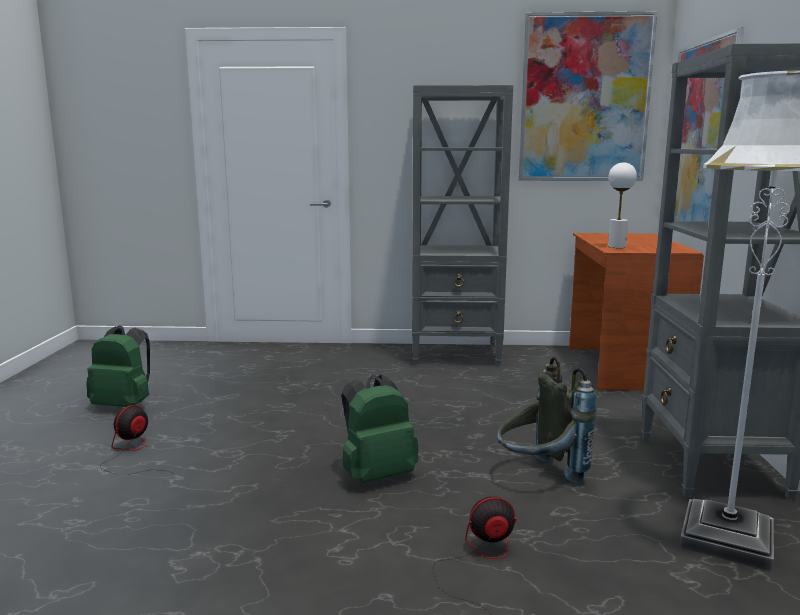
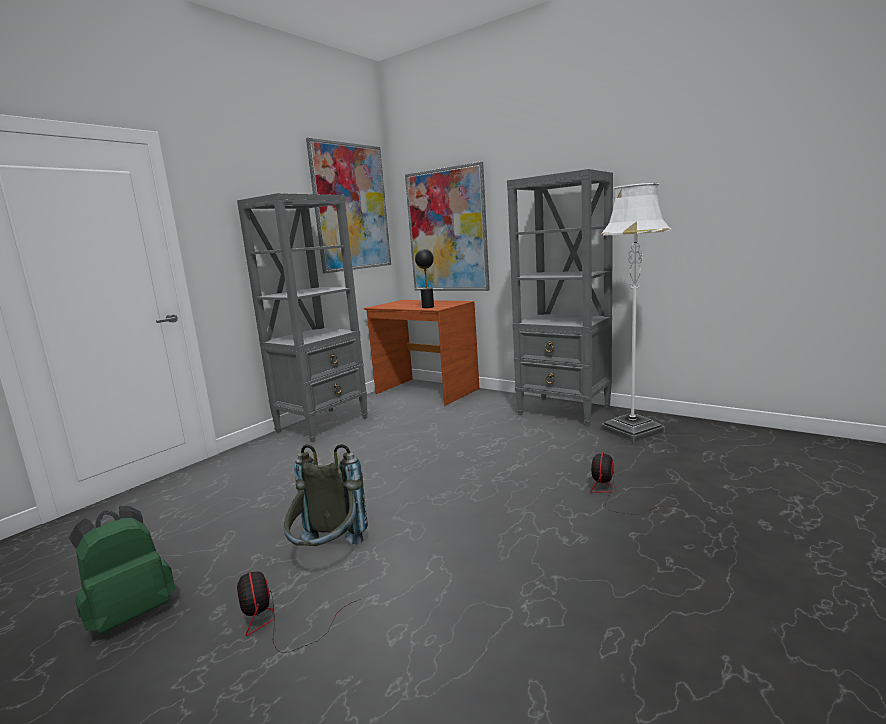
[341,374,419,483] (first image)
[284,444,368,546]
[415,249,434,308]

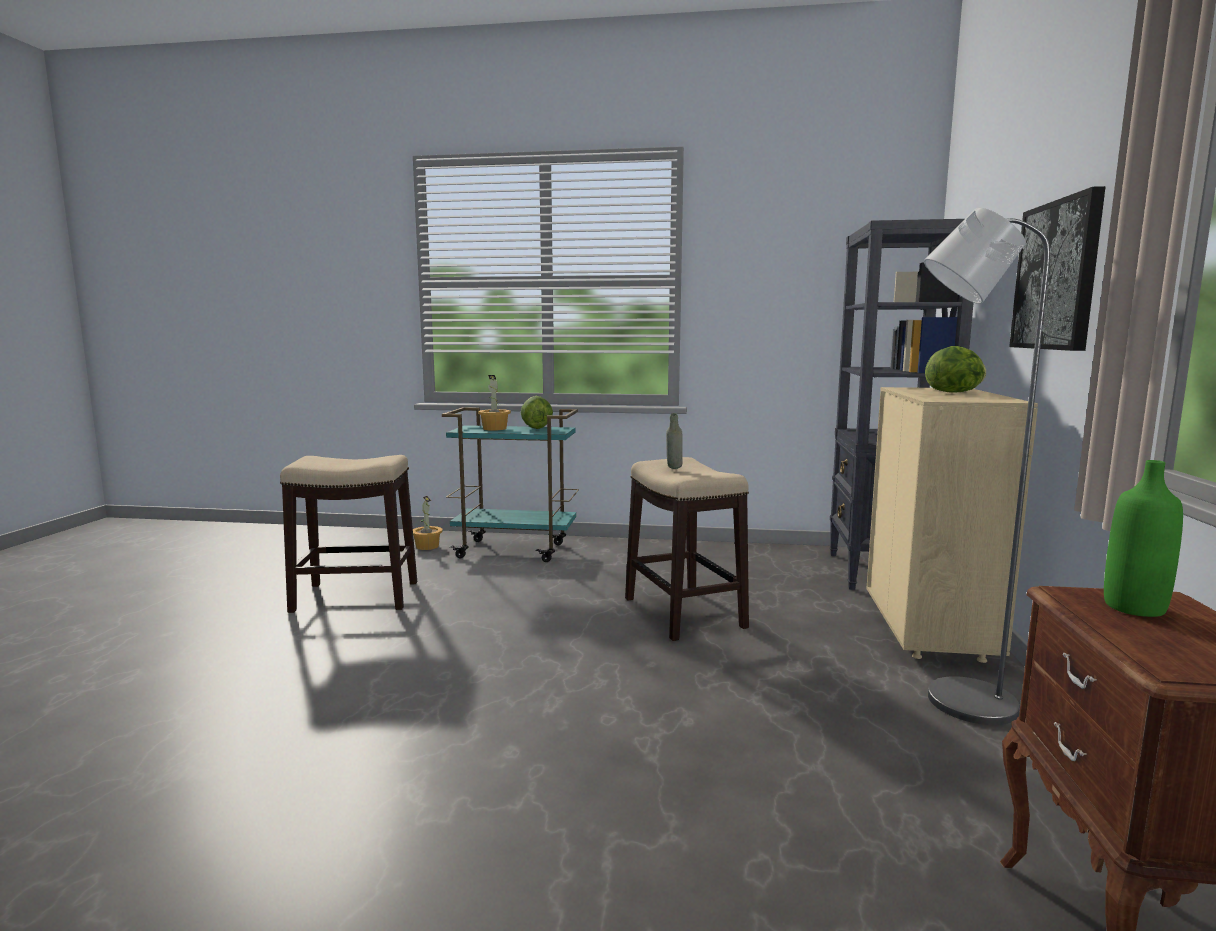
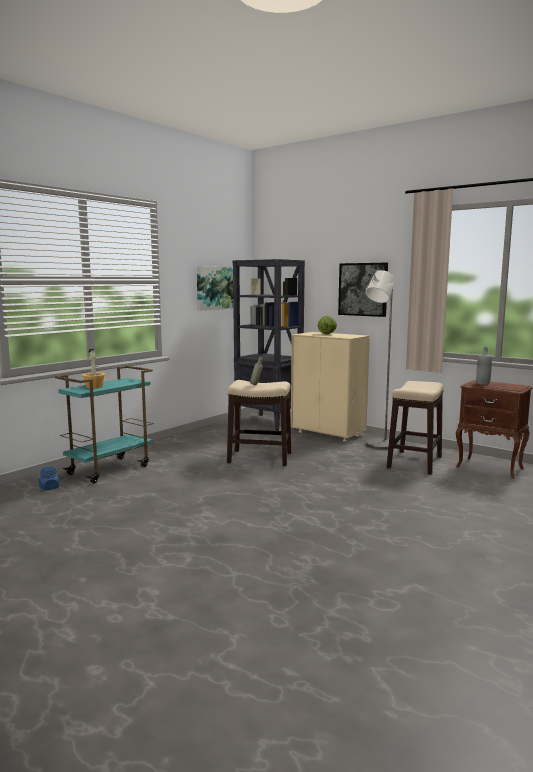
[521,396,553,429] (first image)
[197,266,233,310]
[387,381,443,475]
[39,467,60,491]
[476,347,492,385]

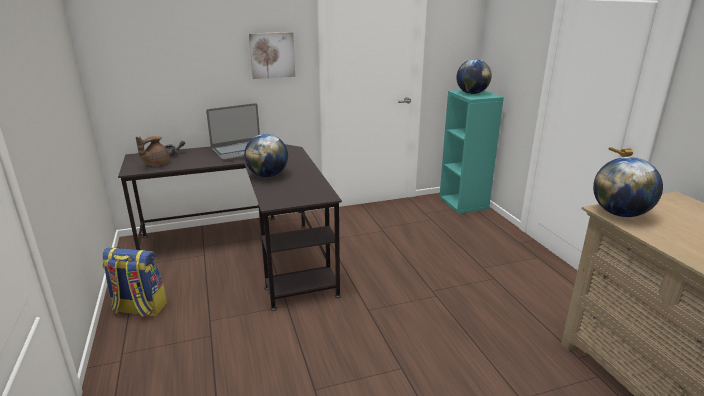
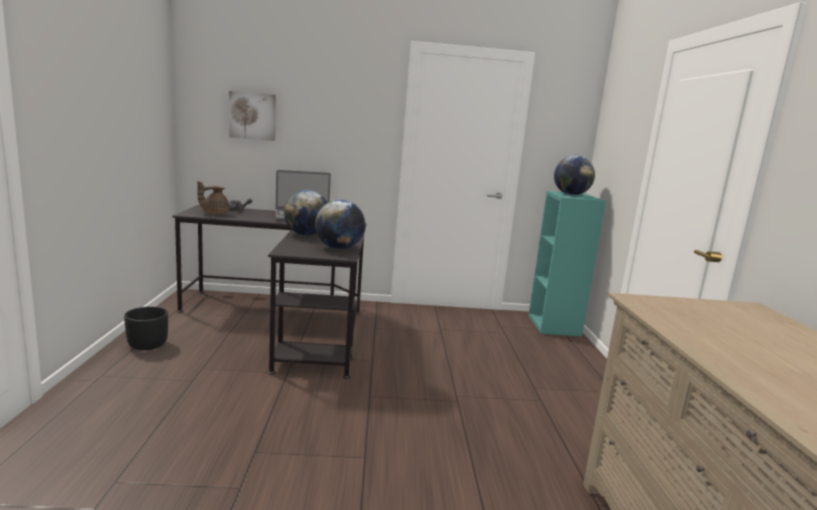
[229,91,276,141]
[315,199,365,249]
[124,306,168,350]

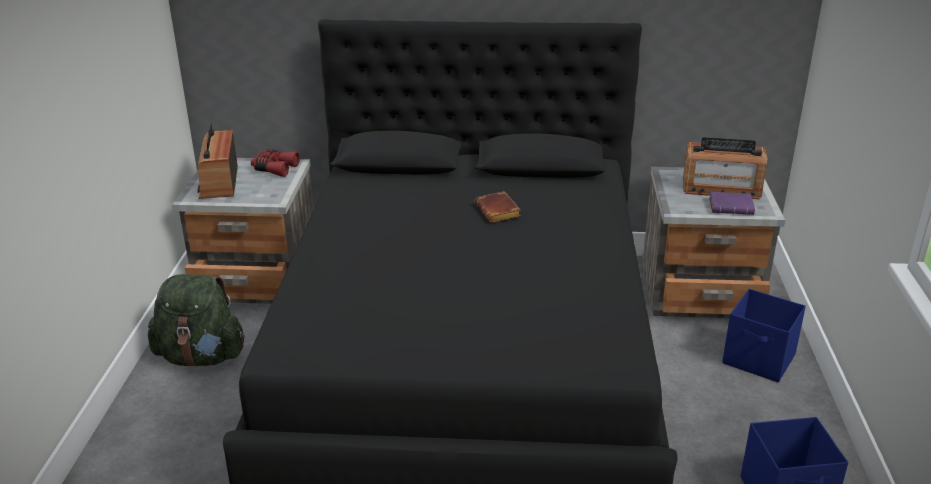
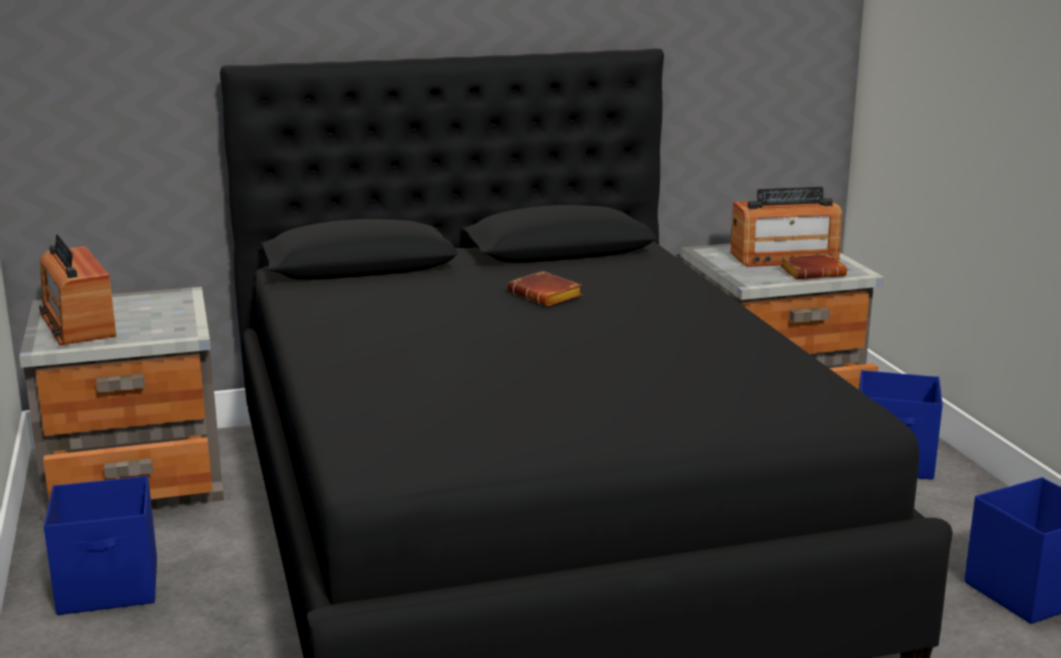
[251,149,300,177] (first image)
[44,476,157,615]
[780,254,847,279]

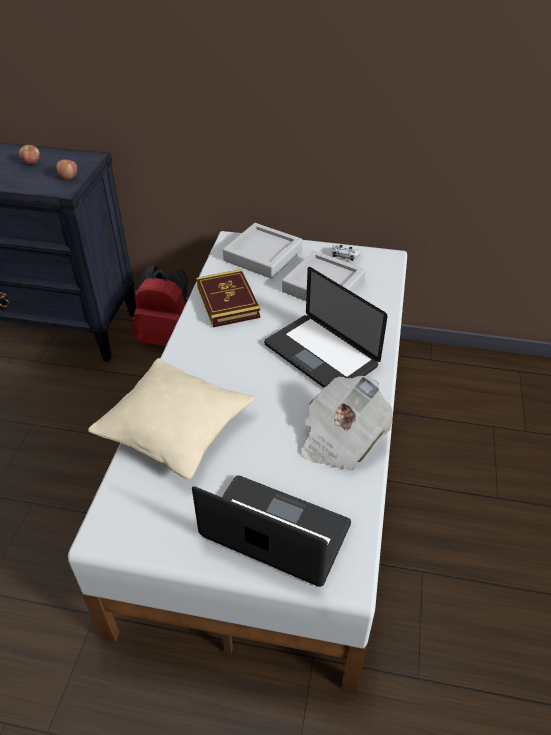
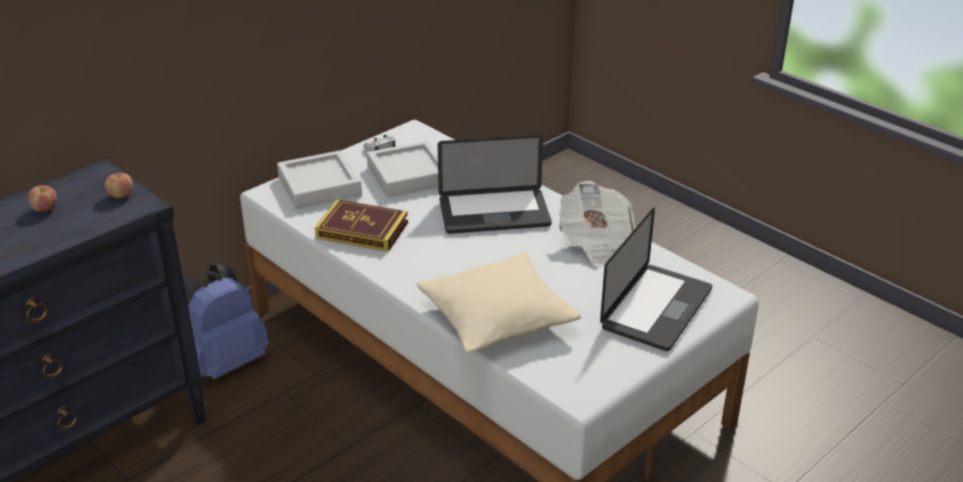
[183,264,268,379]
[600,207,712,351]

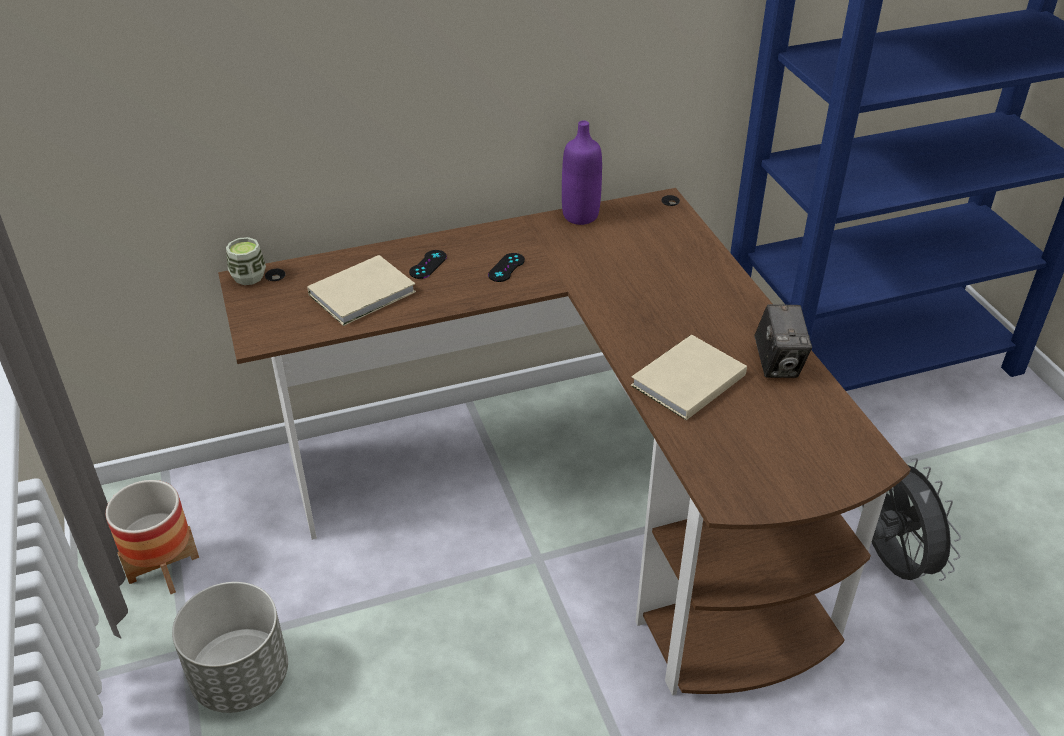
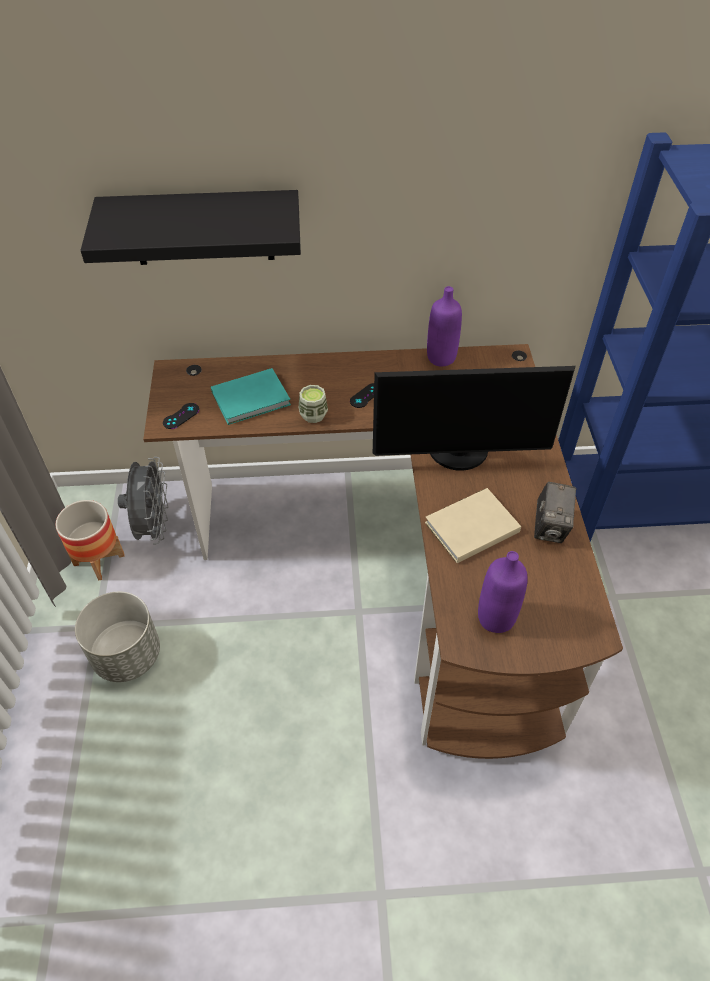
[80,190,301,265]
[373,366,576,471]
[478,551,528,633]
[299,385,328,423]
[163,403,199,429]
[118,457,169,544]
[211,368,291,425]

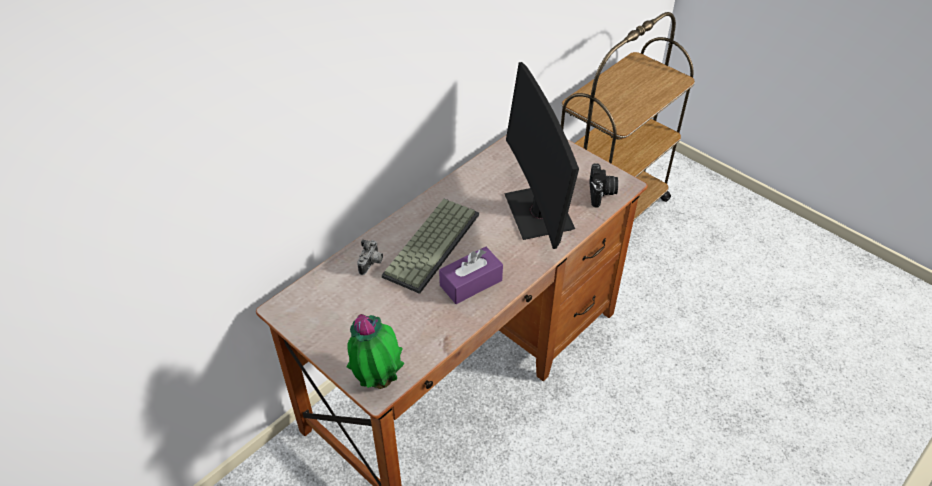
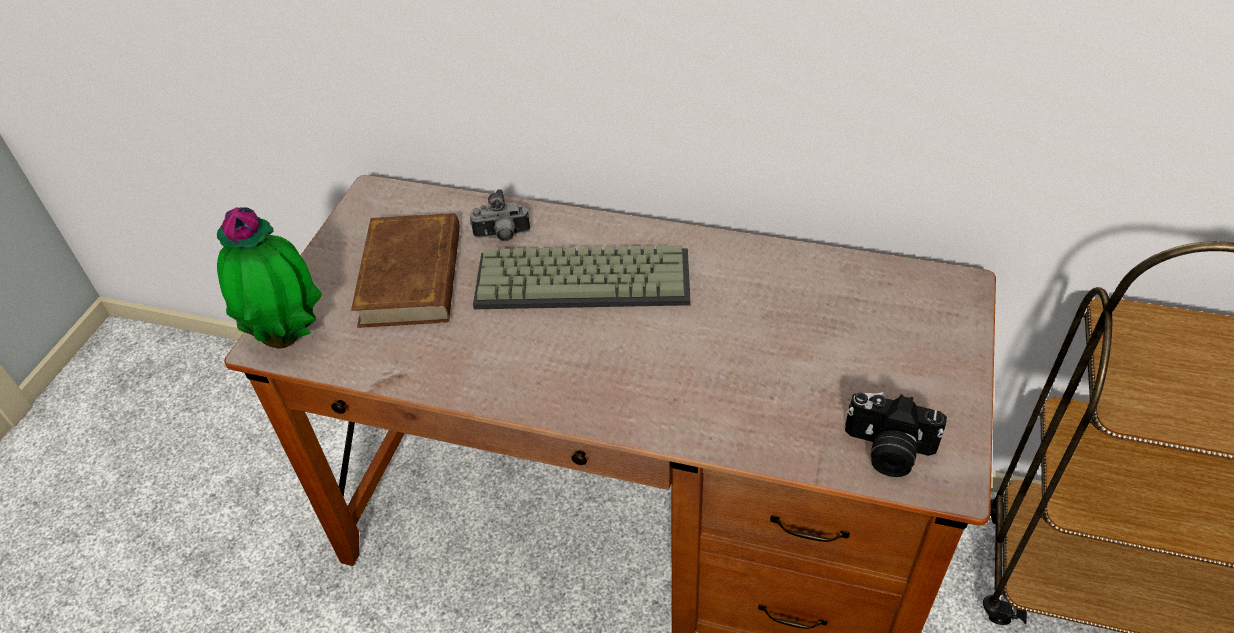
[439,247,503,304] (first image)
[504,62,579,249] (first image)
[351,213,460,328]
[845,392,947,477]

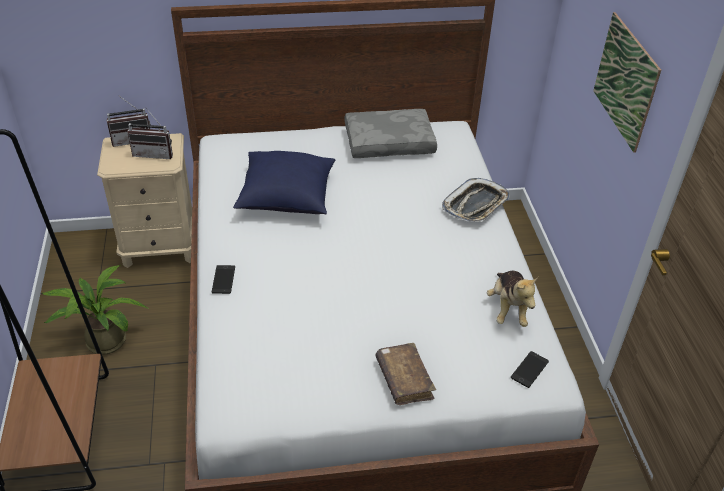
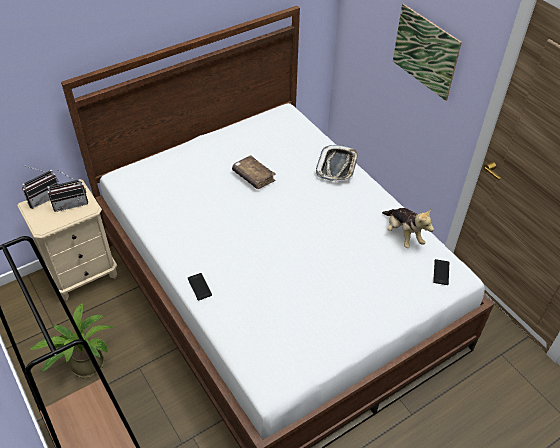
[233,151,336,214] (first image)
[344,109,437,158] (first image)
[232,155,276,189]

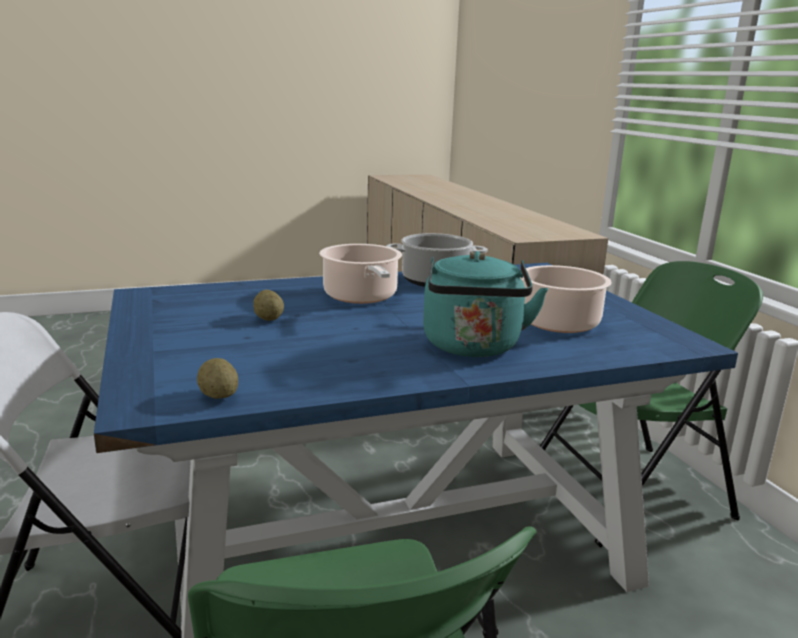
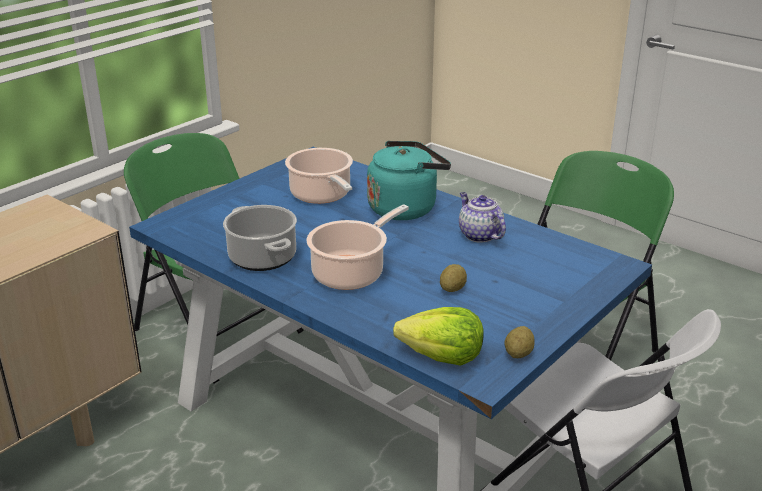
[393,307,484,366]
[459,192,506,242]
[504,326,535,358]

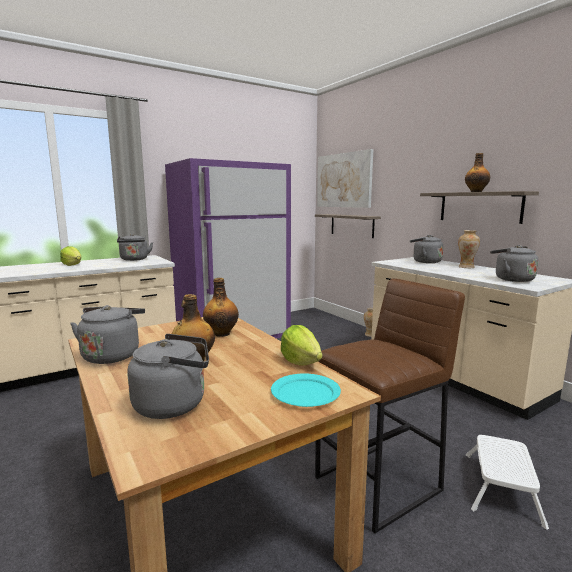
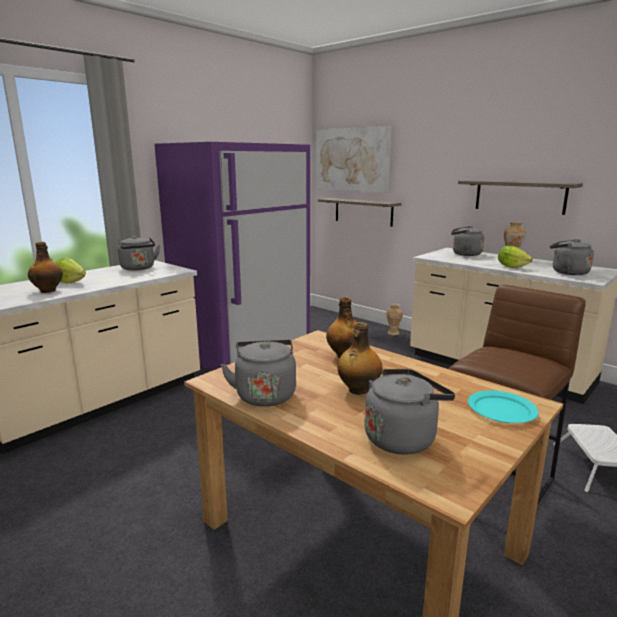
[498,246,533,268]
[28,242,63,293]

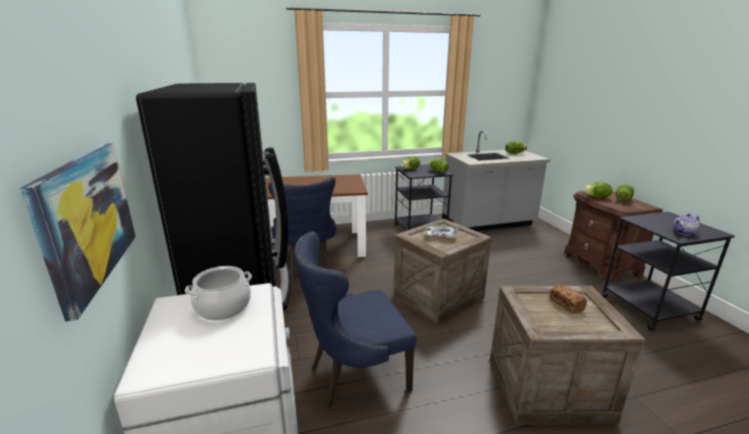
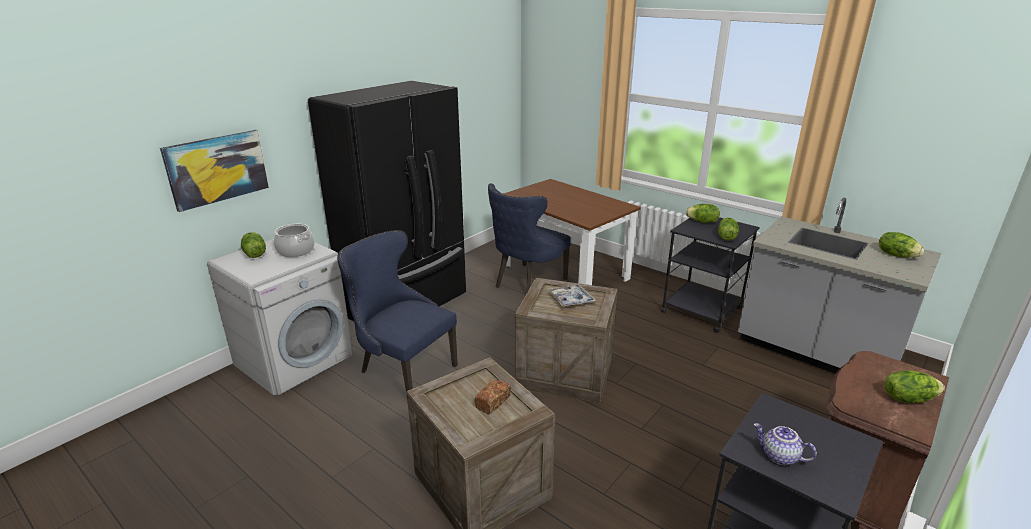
[241,232,266,258]

